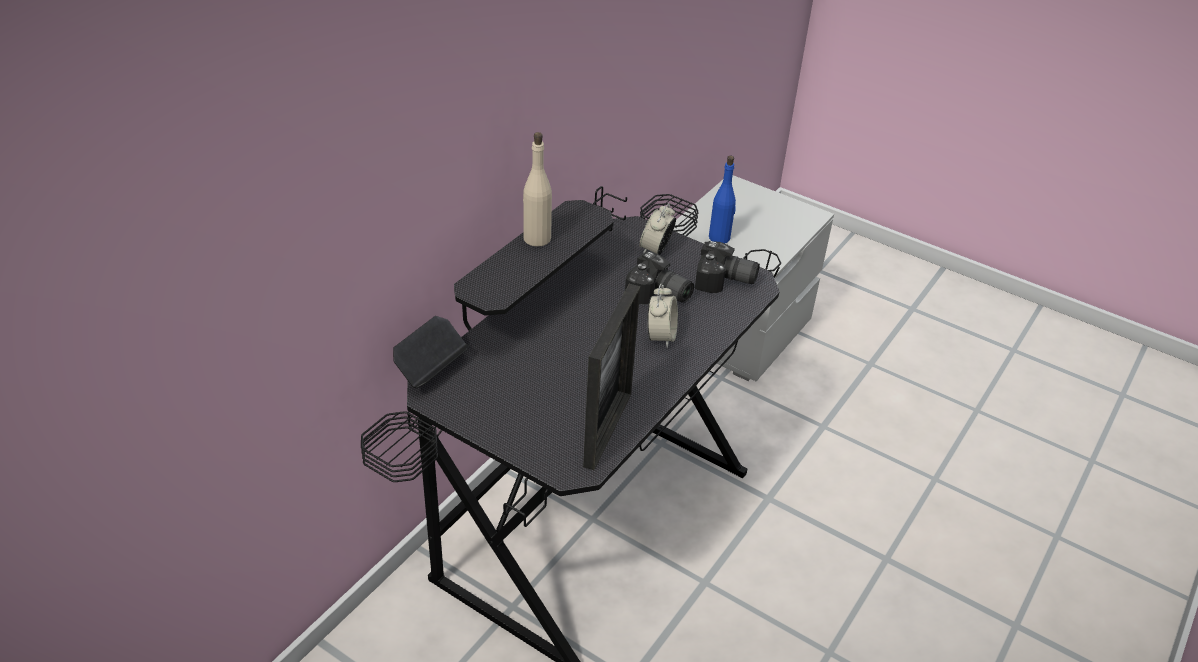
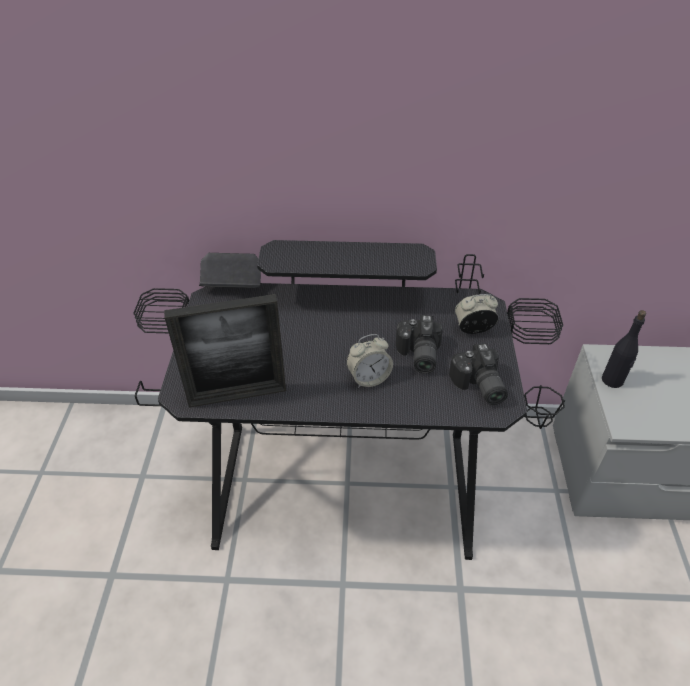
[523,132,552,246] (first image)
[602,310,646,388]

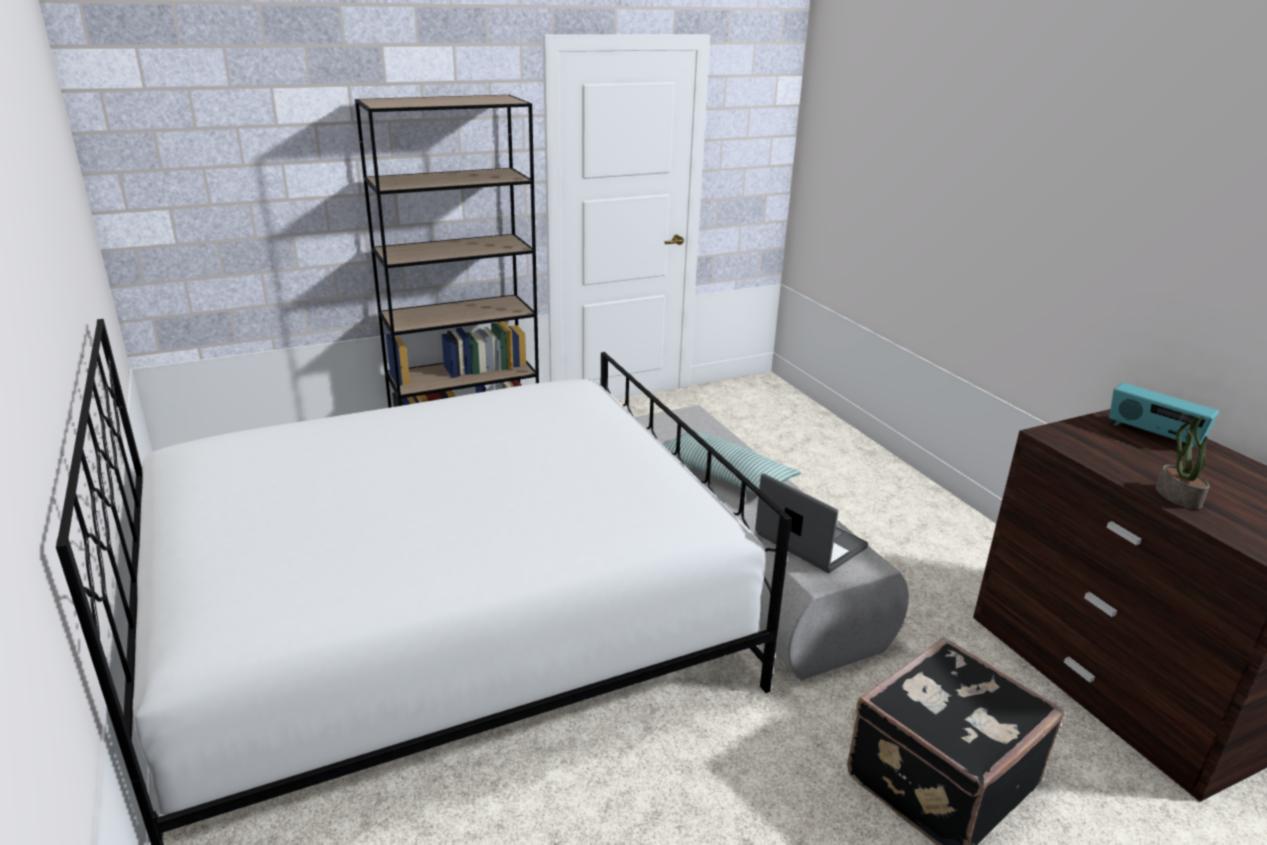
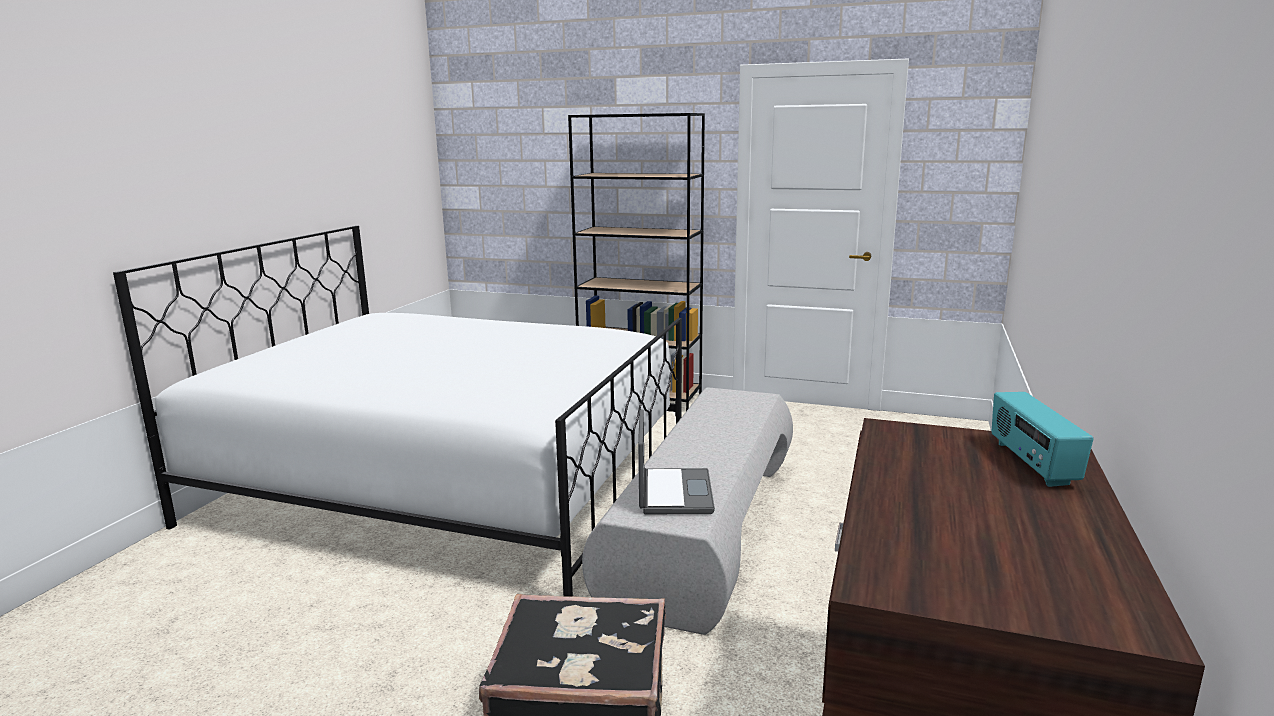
[663,429,801,495] (first image)
[1156,416,1210,510] (first image)

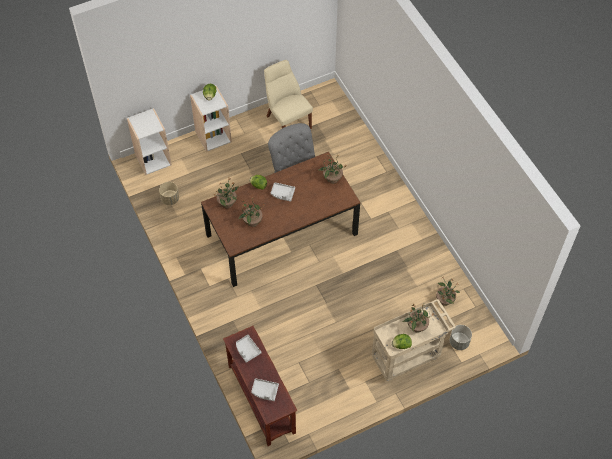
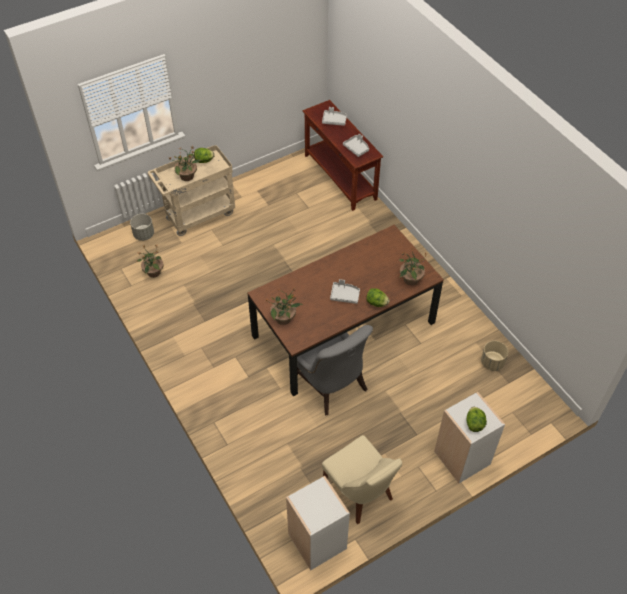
[238,198,264,227] (first image)
[286,476,350,570]

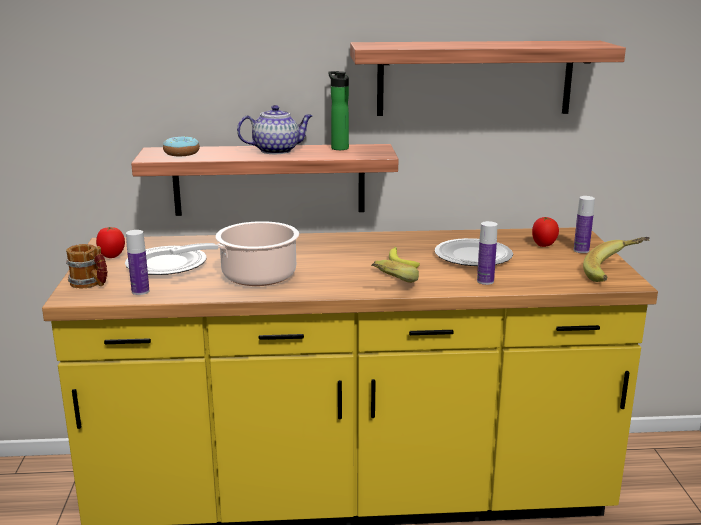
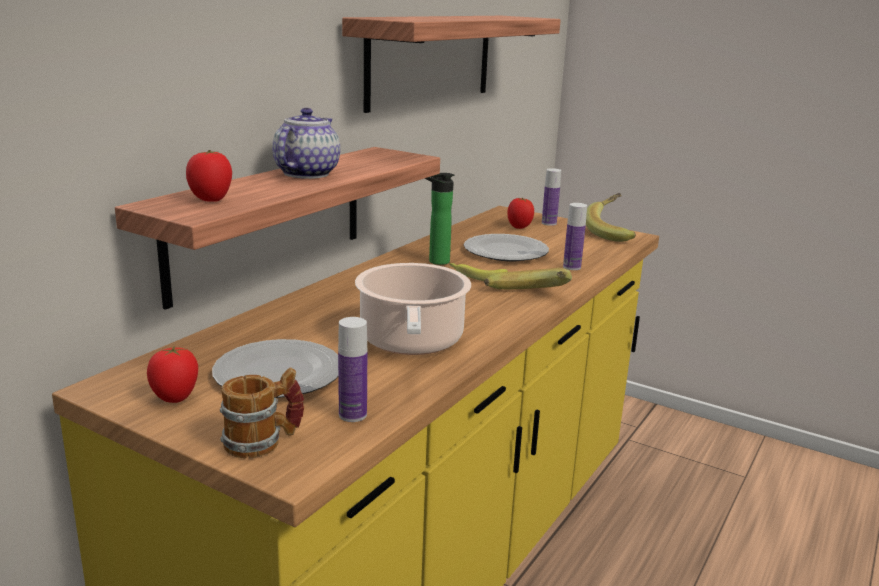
[425,173,454,265]
[186,150,232,202]

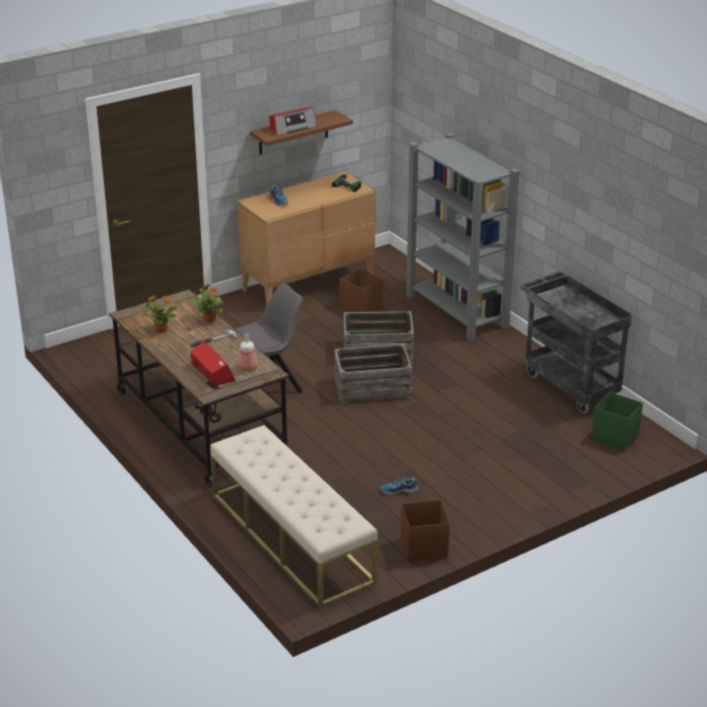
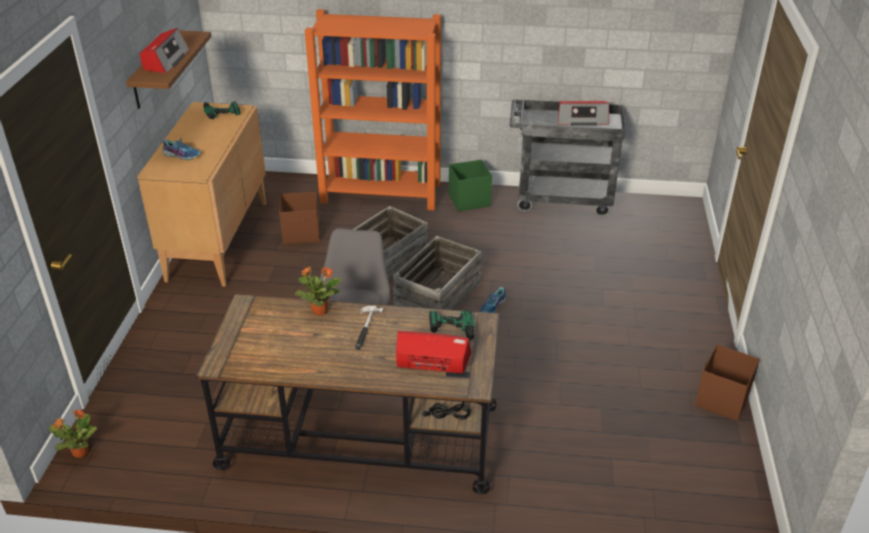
[210,425,378,608] (first image)
[558,101,609,126]
[49,410,97,458]
[480,287,506,313]
[449,160,492,211]
[429,310,475,346]
[305,9,441,210]

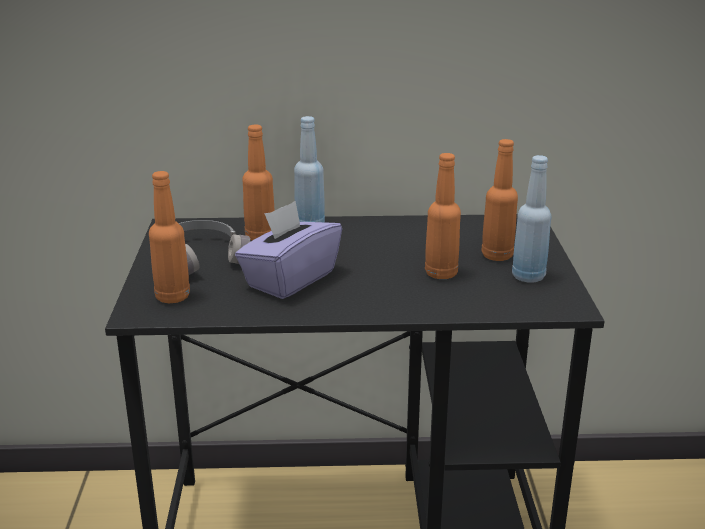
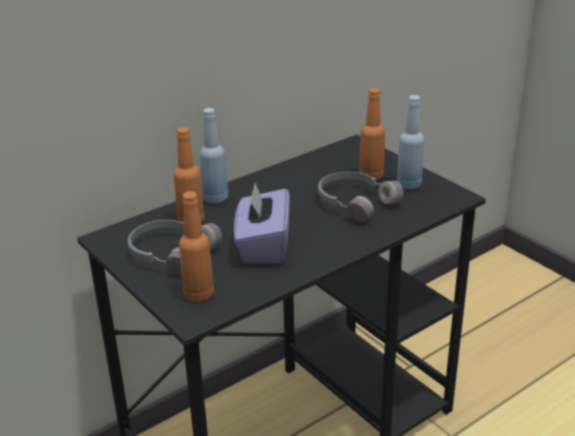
[318,172,403,223]

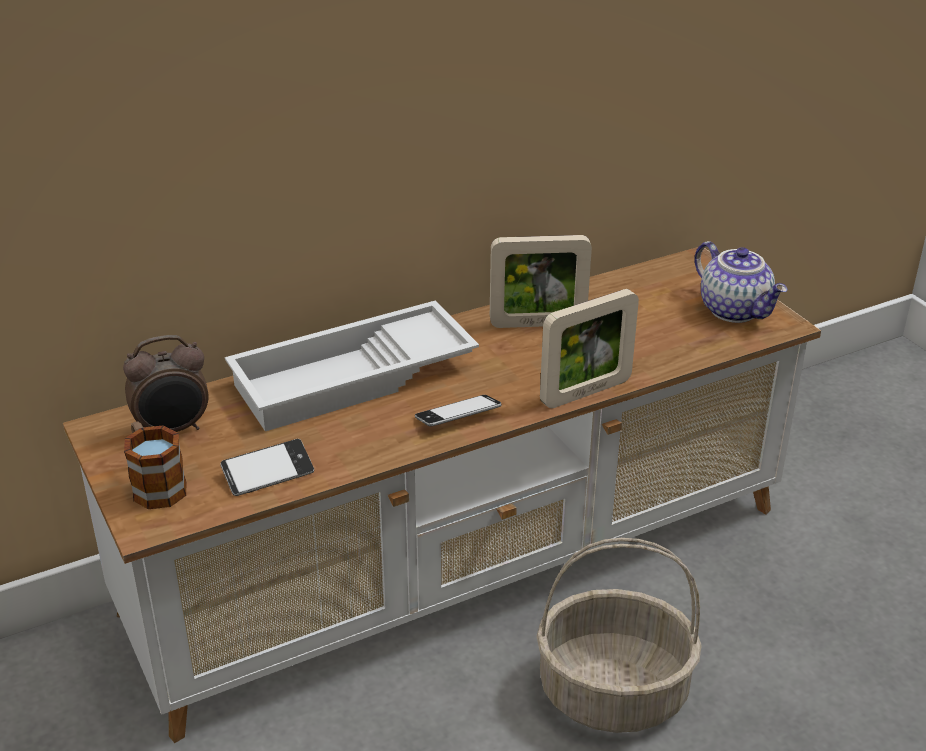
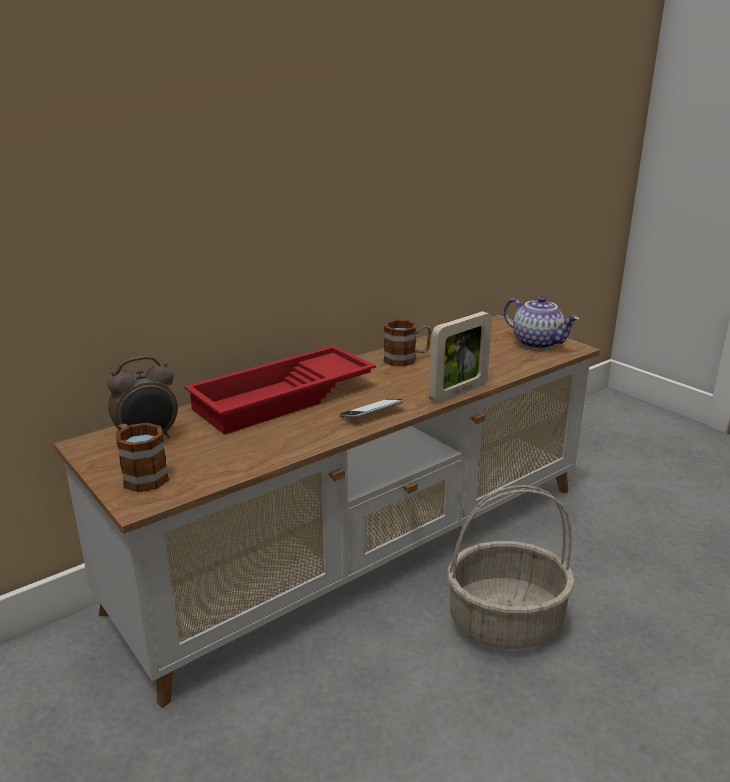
[220,439,314,496] (first image)
[384,320,431,367]
[184,345,376,434]

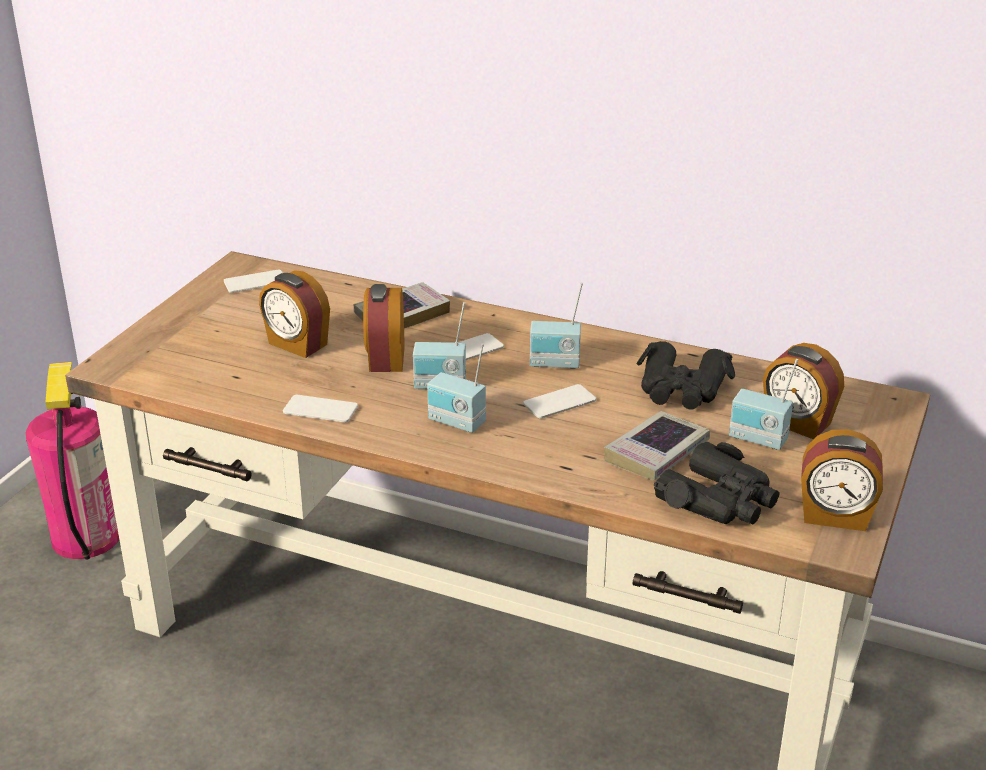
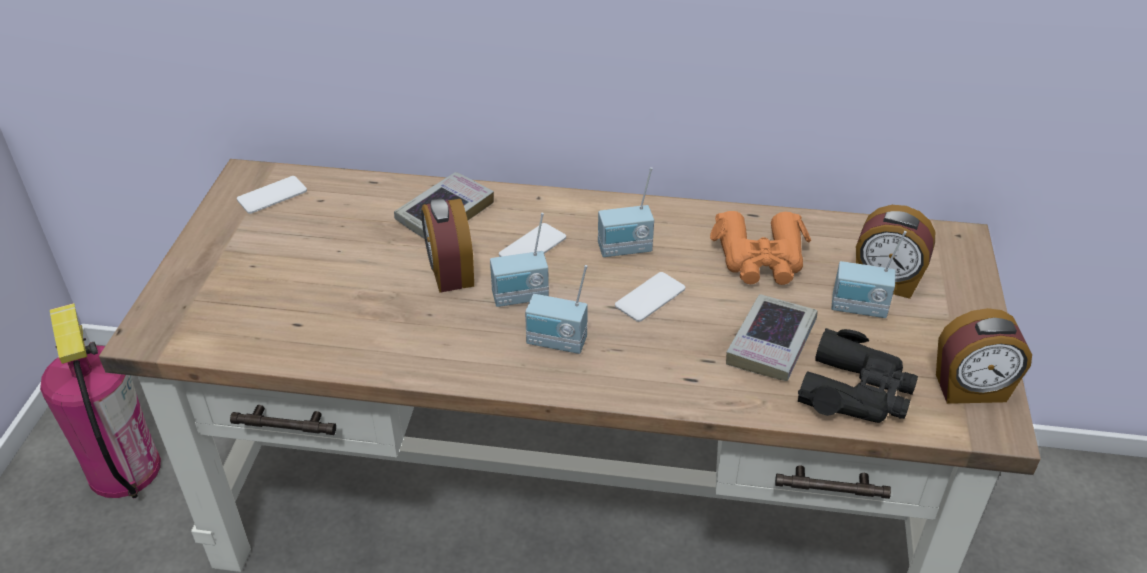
[259,270,330,358] (first image)
[283,395,358,422] (first image)
[710,211,811,285]

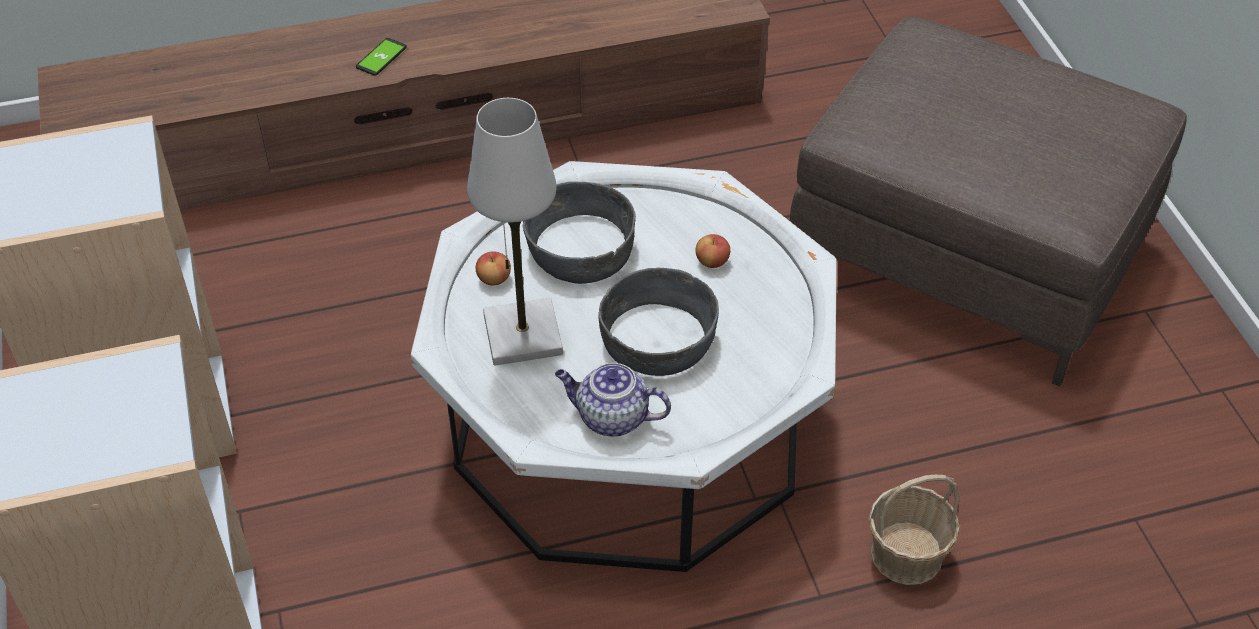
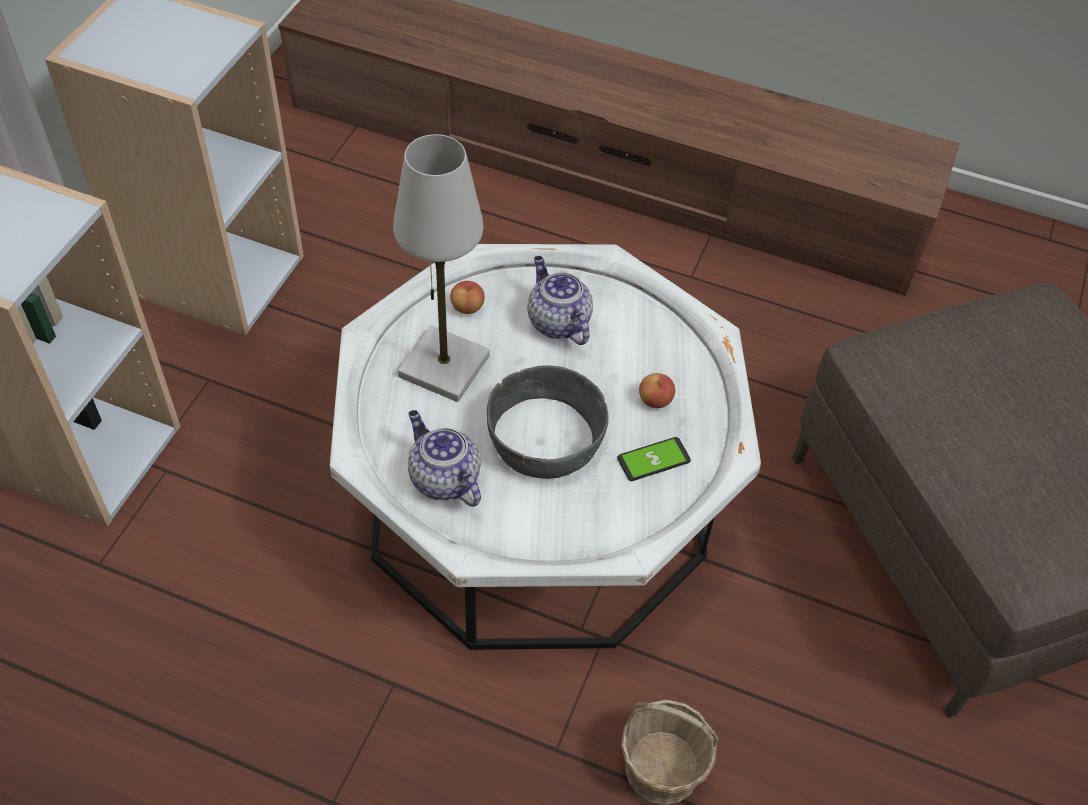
[617,437,691,481]
[527,256,593,345]

